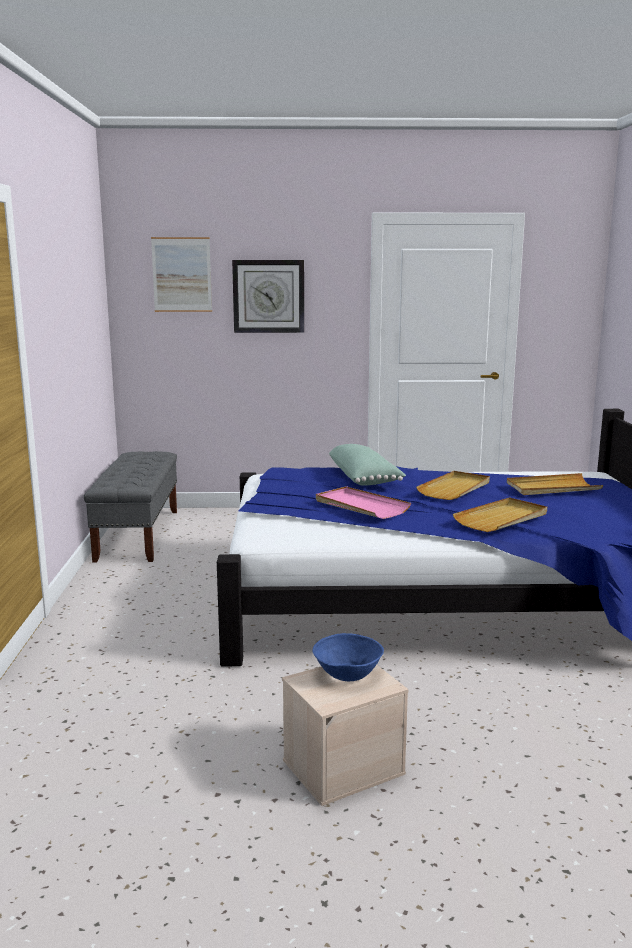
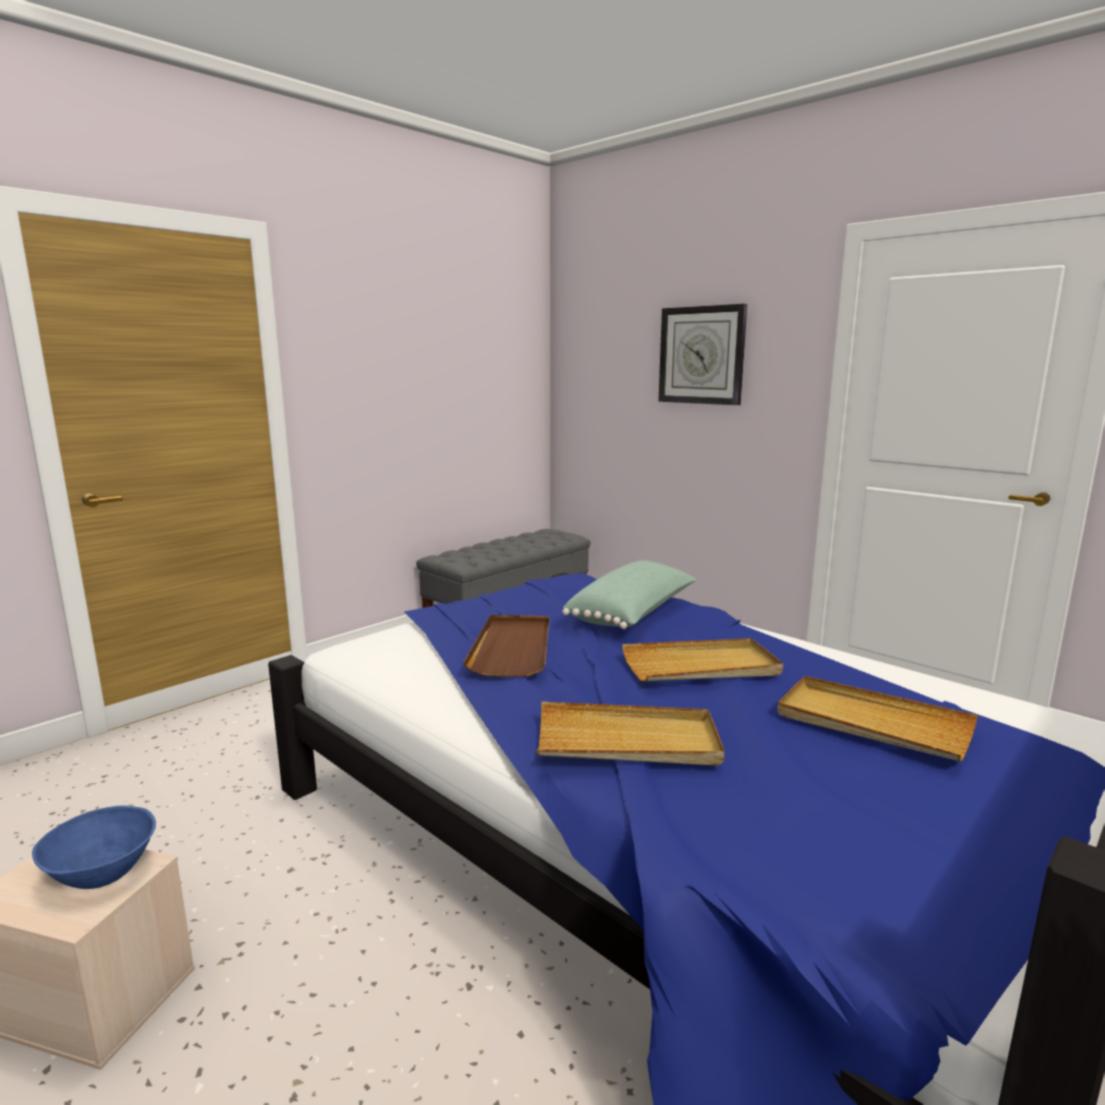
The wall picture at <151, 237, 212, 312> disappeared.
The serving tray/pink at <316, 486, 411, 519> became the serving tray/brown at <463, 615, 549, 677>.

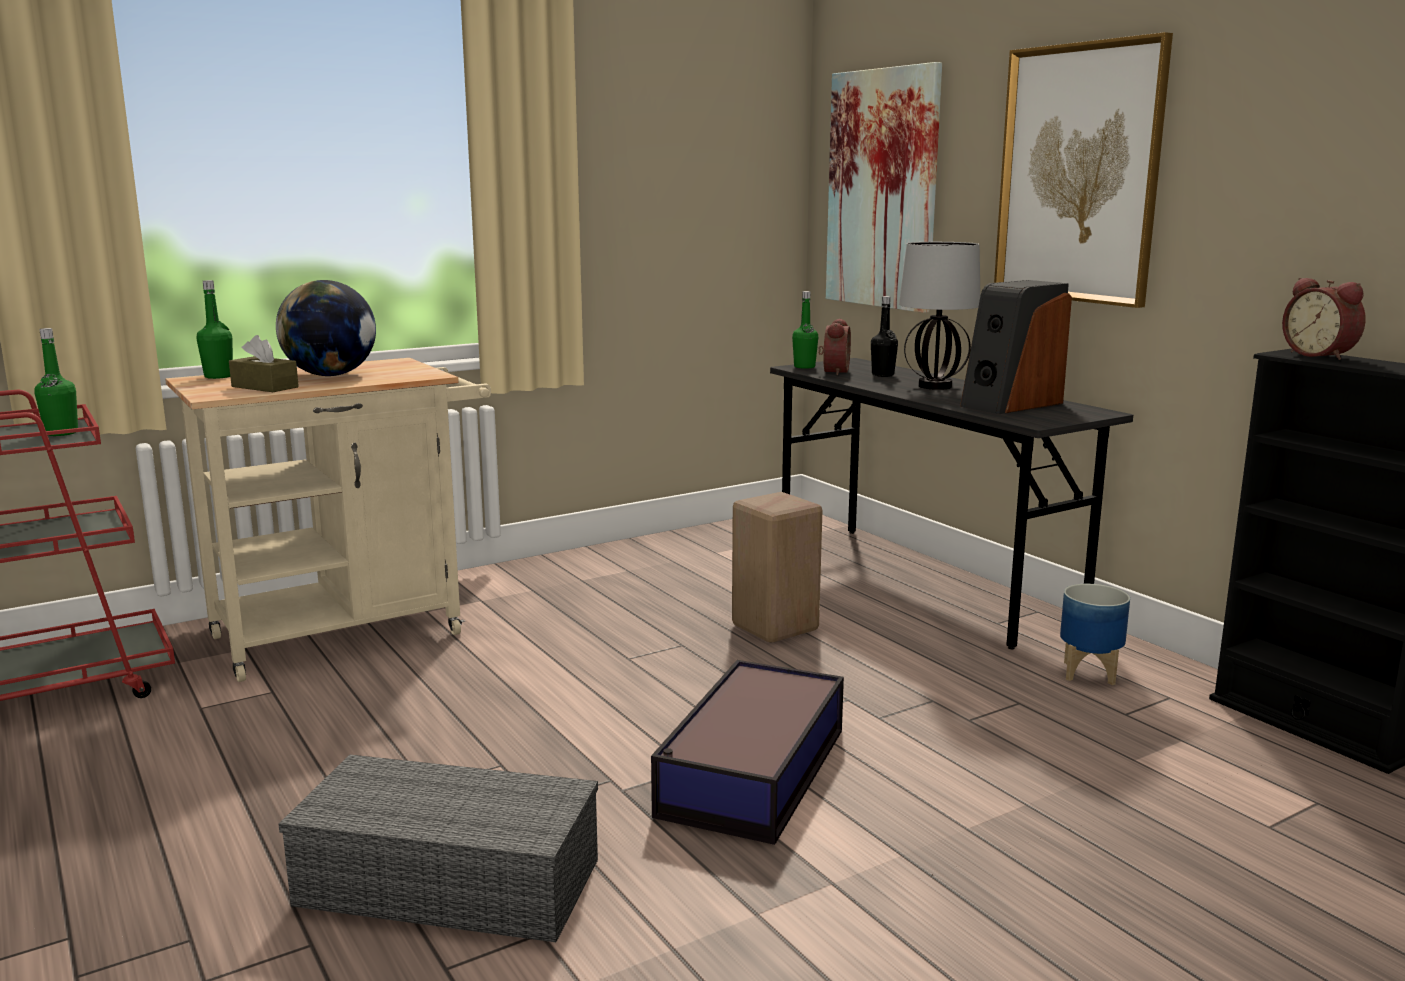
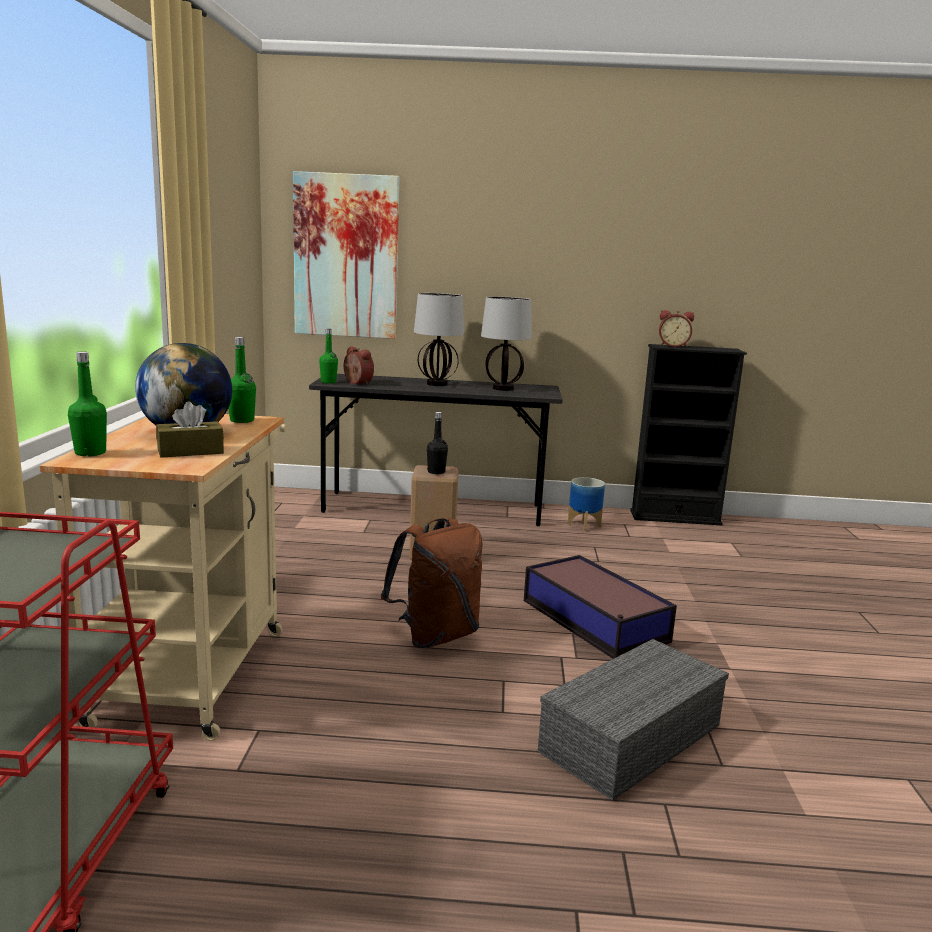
The beverage bottle/green moved from <34, 328, 78, 436> to <229, 337, 256, 423>.
The beverage bottle/blackish moved from <871, 296, 898, 377> to <427, 412, 448, 474>.
The speaker at <960, 280, 1072, 414> was replaced by the lamp for a table at <481, 296, 532, 391>.
The wall picture at <994, 32, 1173, 308> disappeared.
The backpack/brown at <381, 518, 483, 648> appeared.

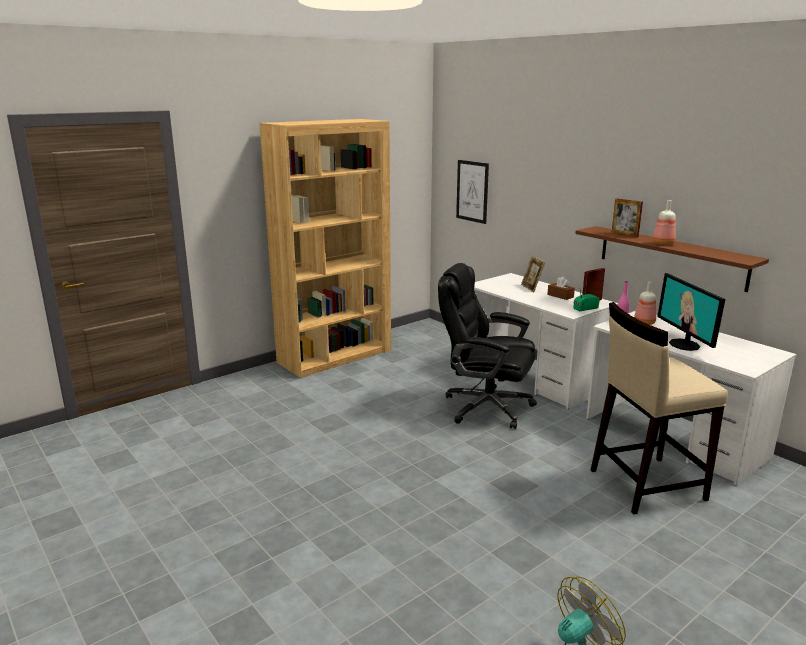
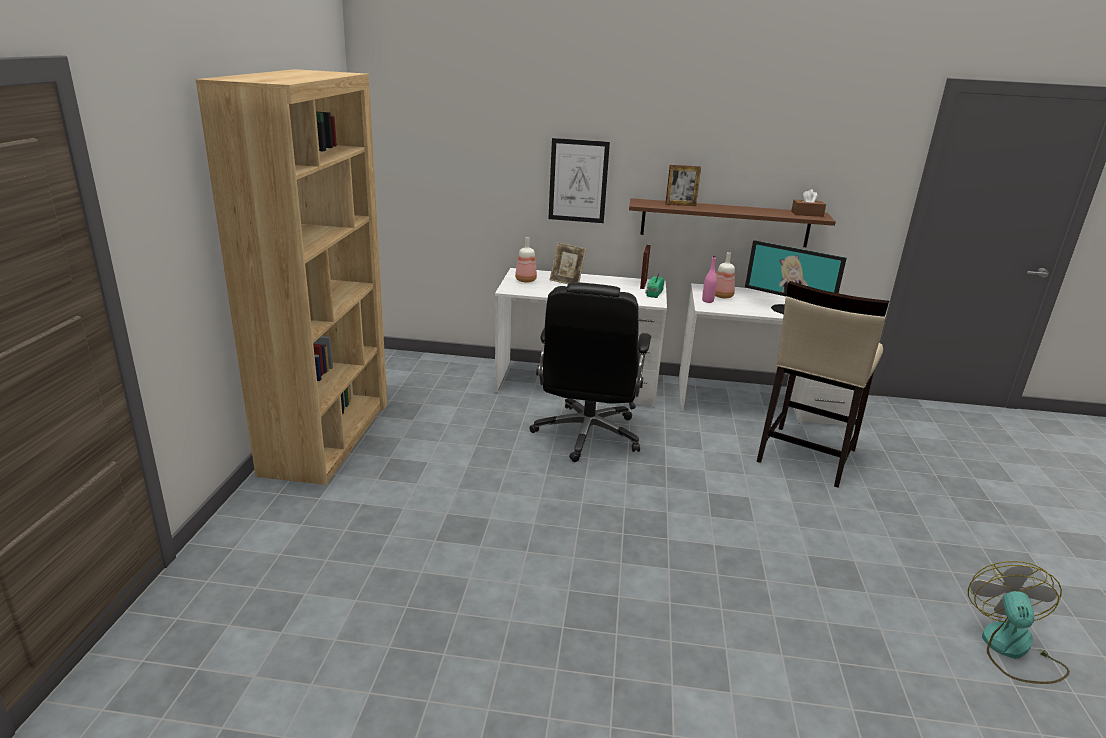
The computer chair/blackish at <438, 263, 537, 429> turned 60 degrees counterclockwise.
The wall picture moved from <456, 160, 489, 224> to <548, 138, 610, 223>.
The tissue holder/brown moved from <547, 277, 575, 300> to <791, 189, 826, 217>.
The beverage bottle moved from <652, 200, 676, 245> to <515, 237, 537, 283>.

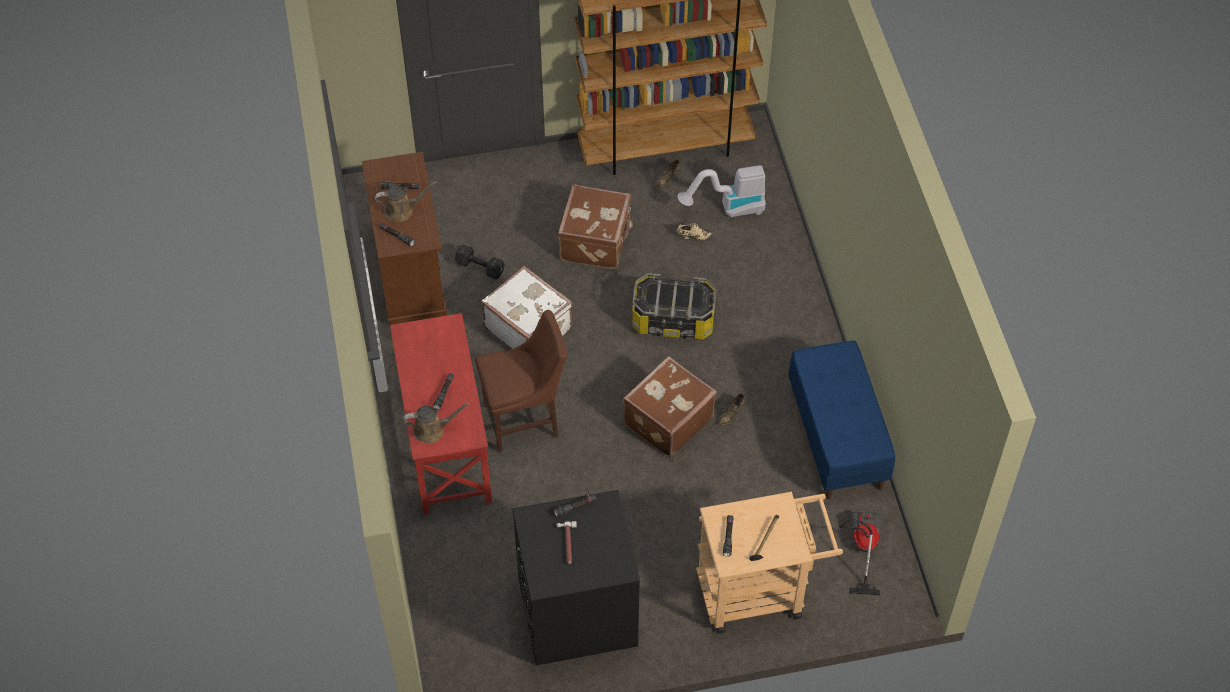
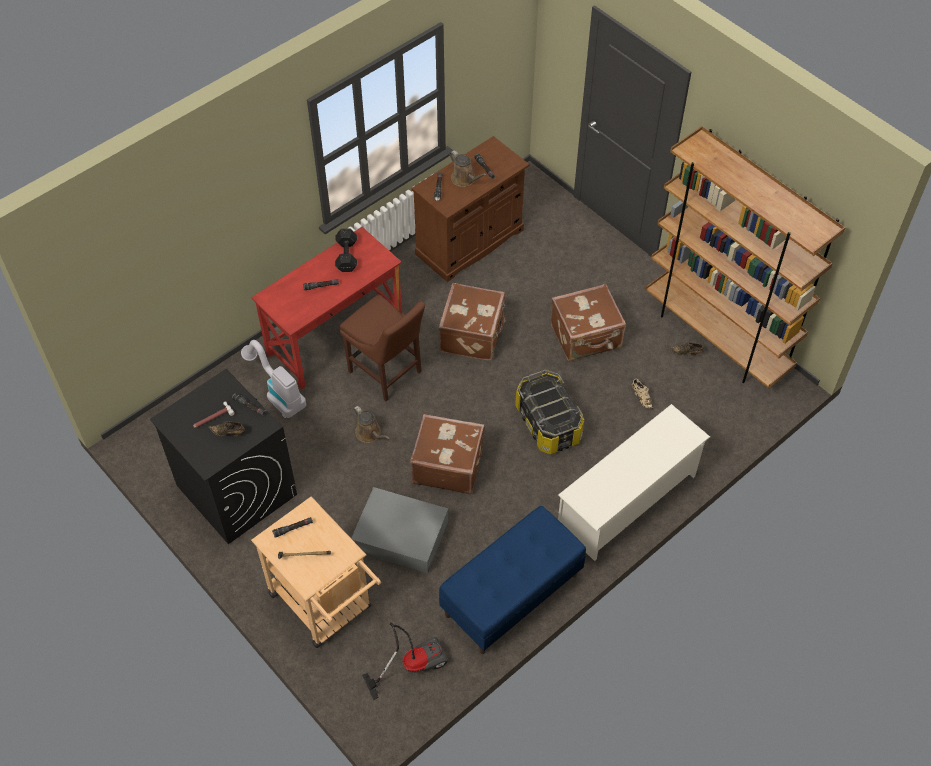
The watering can/brown moved from <403, 402, 470, 444> to <353, 406, 389, 443>.
The free weight/blackish moved from <455, 244, 505, 280> to <335, 229, 357, 272>.
The suitcase/whitish at <481, 266, 572, 349> became the suitcase/brown at <439, 283, 507, 360>.
The vacuum cleaner moved from <678, 165, 766, 217> to <241, 340, 306, 418>.
The item of footwear/brown moved from <719, 394, 745, 425> to <208, 421, 245, 436>.
The storage box/gray at <351, 487, 448, 574> appeared.
The shoe stand/whitish at <558, 404, 710, 561> appeared.

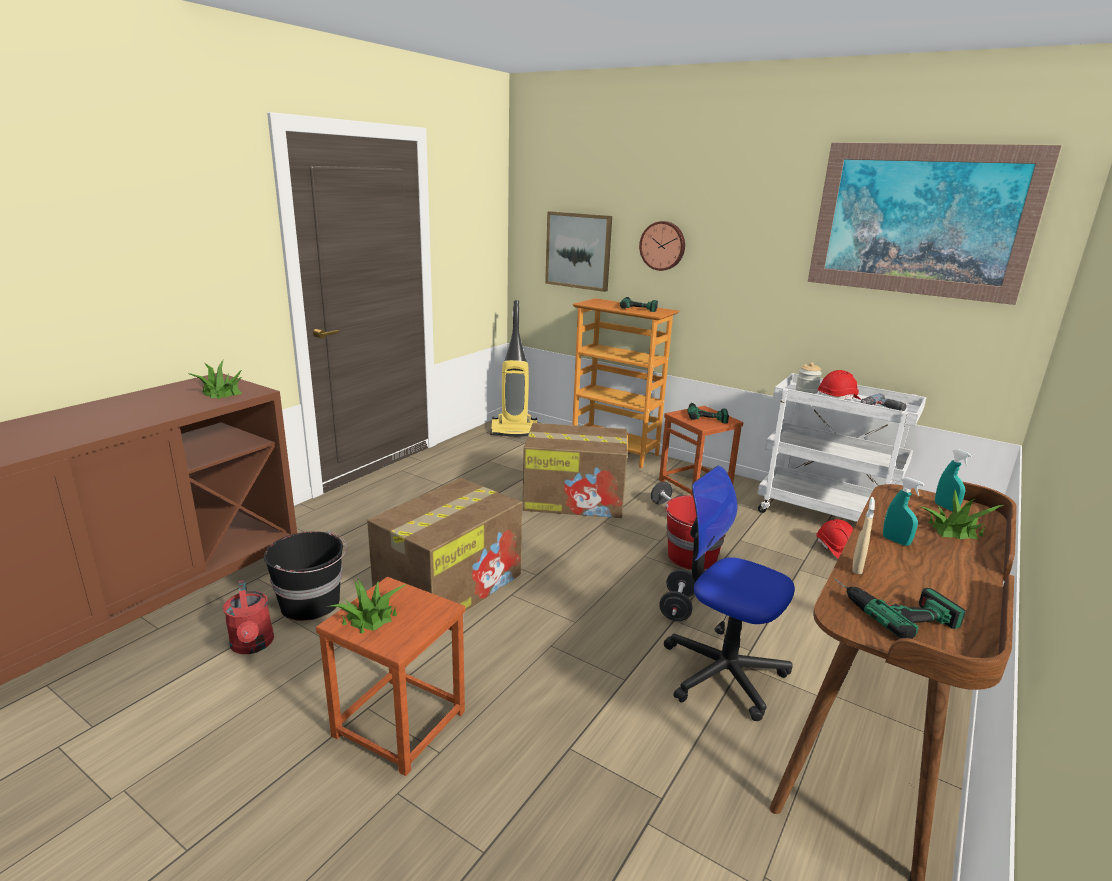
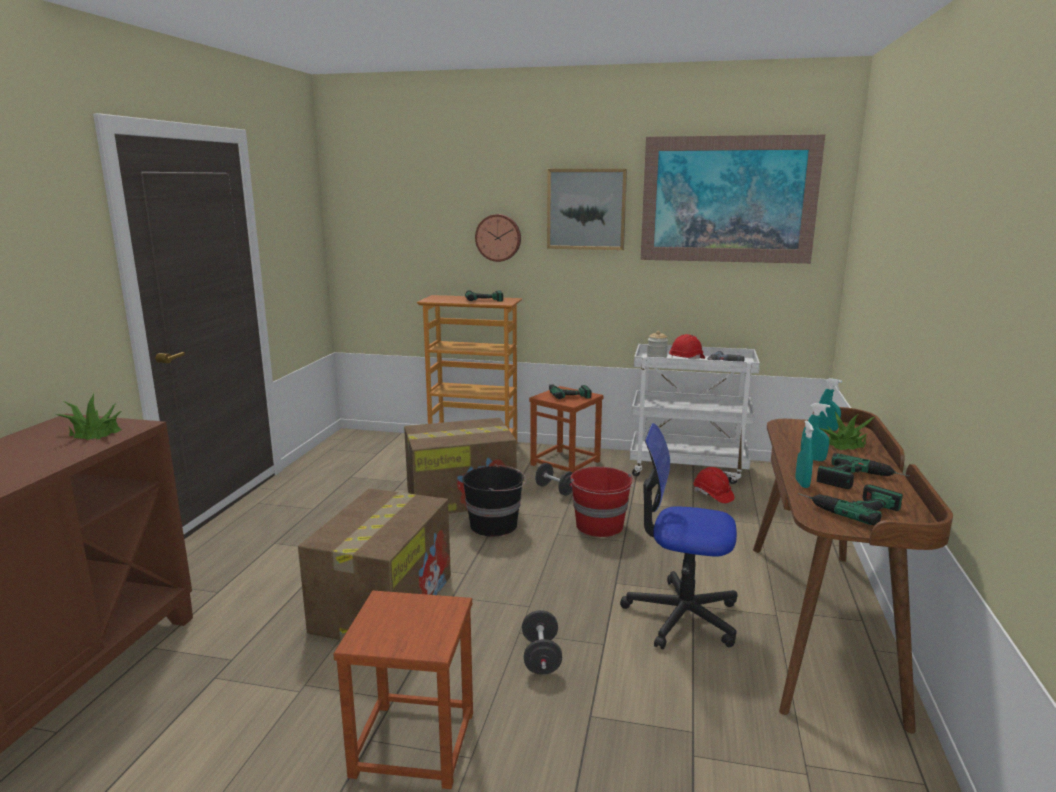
The watering can/red-coloured at <223, 580, 274, 654> disappeared.
The water bucket/blackish moved from <264, 531, 347, 621> to <462, 464, 526, 536>.
The houseplant at <331, 578, 406, 634> disappeared.
The vacuum cleaner at <490, 300, 537, 437> disappeared.
The wall picture moved from <545, 211, 612, 292> to <547, 169, 627, 250>.
The free weight/blackish moved from <659, 569, 695, 621> to <522, 610, 562, 675>.
The spray bottle/beige-coloured at <852, 497, 875, 574> became the spray bottle/turquoise-coloured at <796, 420, 814, 488>.
The electric drill at <817, 453, 909, 489> appeared.

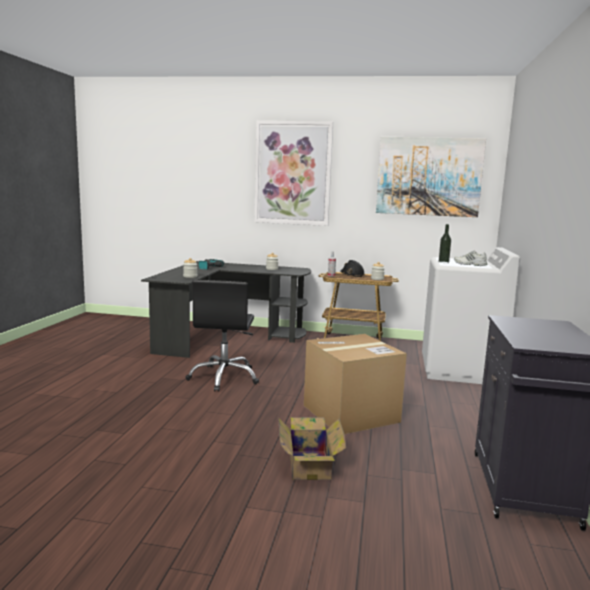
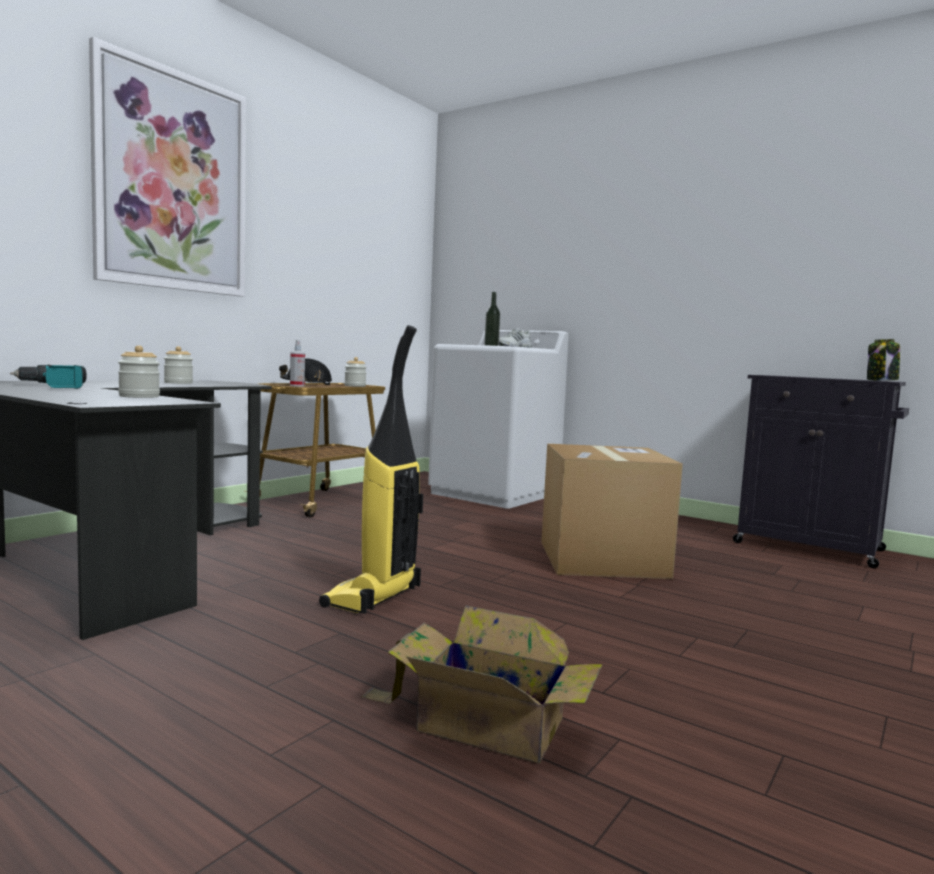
The computer chair/blackish at <186, 280, 259, 392> was replaced by the vacuum cleaner at <319, 325, 423, 614>.
The cardboard box moved from <278, 417, 346, 480> to <361, 605, 603, 764>.
The wall picture at <376, 137, 486, 217> disappeared.
The jar at <867, 339, 900, 381> appeared.

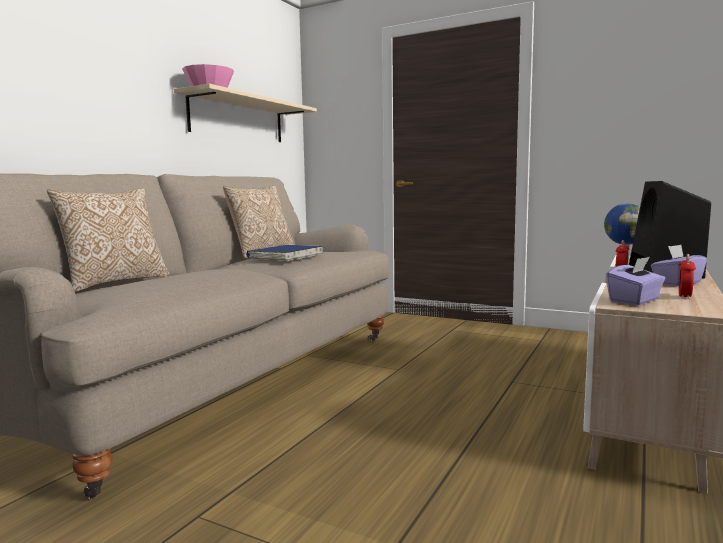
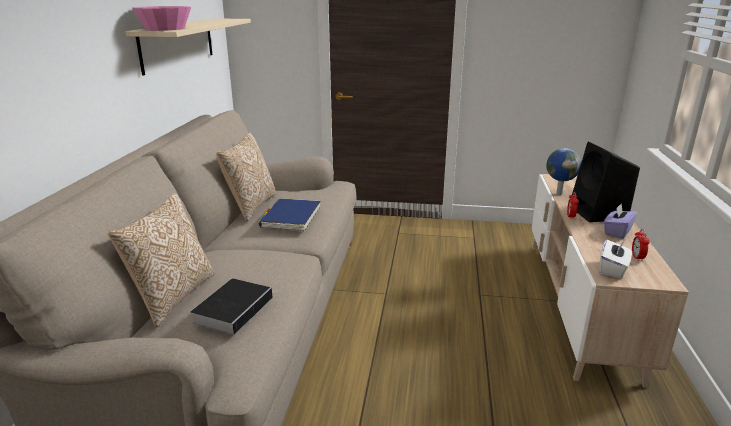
The tissue holder/purple-coloured at <606, 257, 665, 306> became the tissue holder/whitish at <600, 240, 632, 278>.
The volume at <191, 279, 275, 335> appeared.

